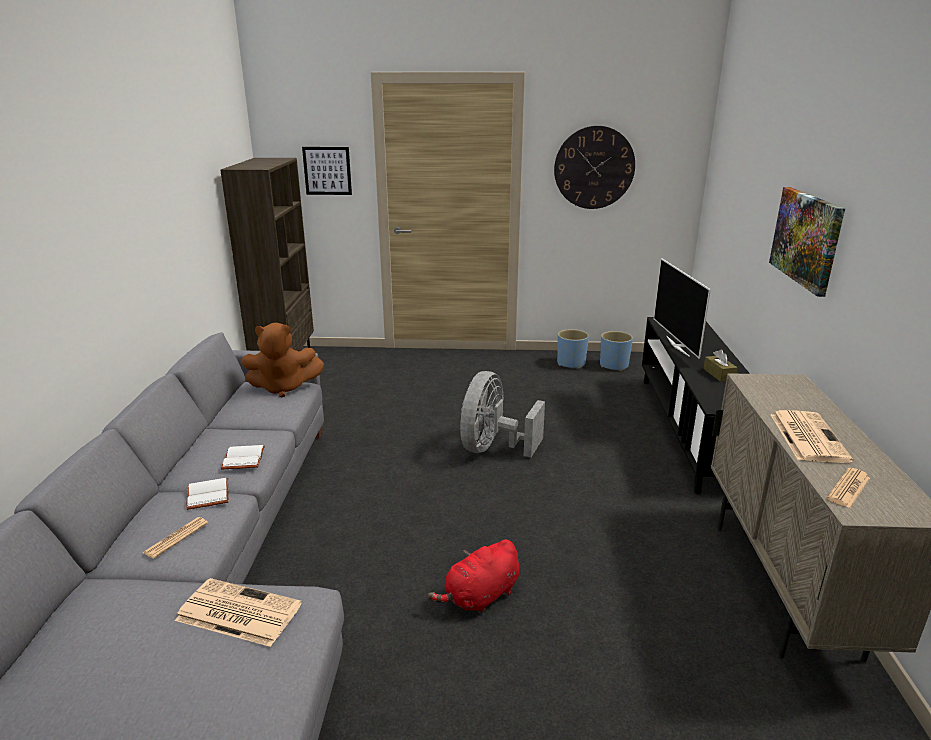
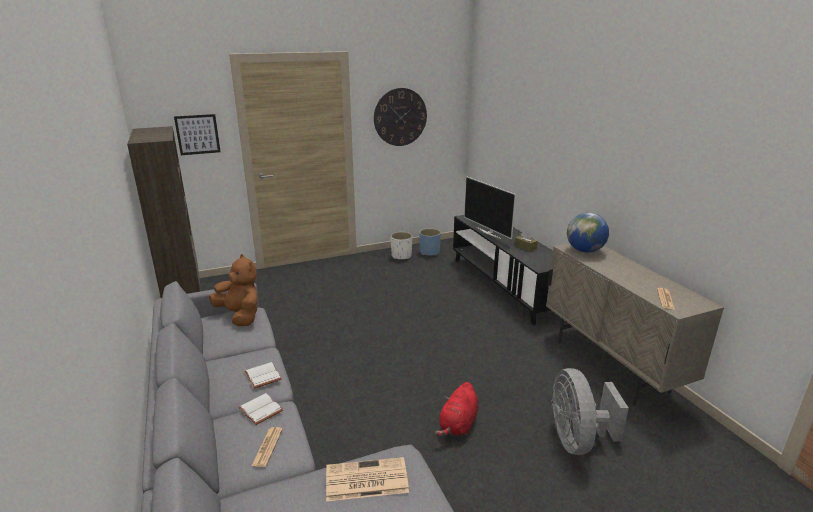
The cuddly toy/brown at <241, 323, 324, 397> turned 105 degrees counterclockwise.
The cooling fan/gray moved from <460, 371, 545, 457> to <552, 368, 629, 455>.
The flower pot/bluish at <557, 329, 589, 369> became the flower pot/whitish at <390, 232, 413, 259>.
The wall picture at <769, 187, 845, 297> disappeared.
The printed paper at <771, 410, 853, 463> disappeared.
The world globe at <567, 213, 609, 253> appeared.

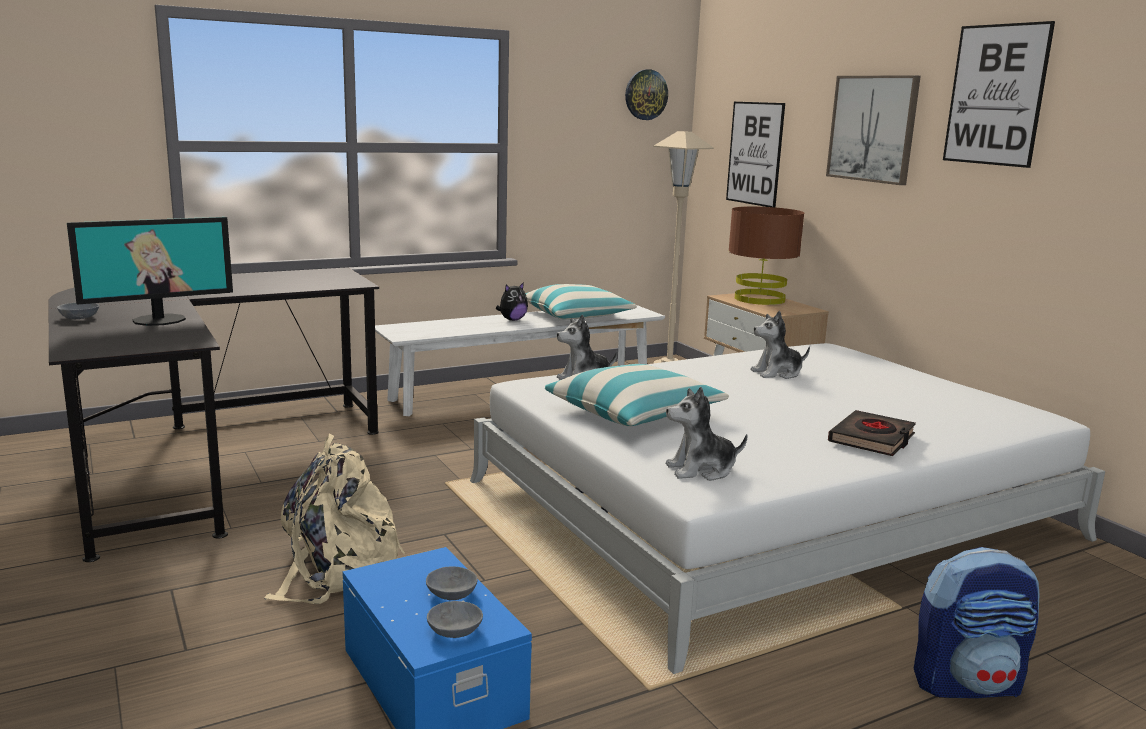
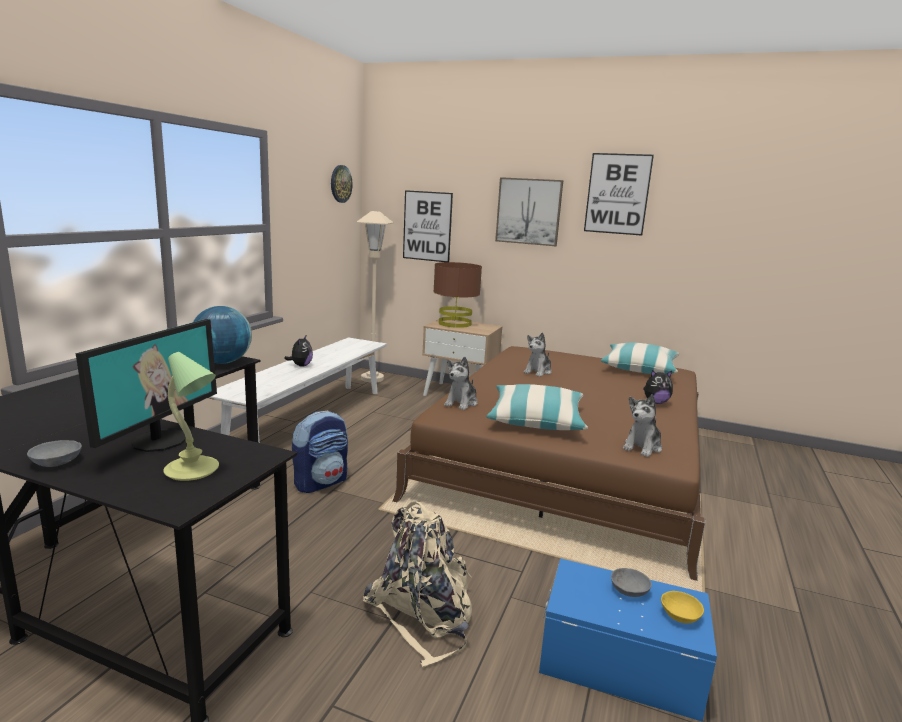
The serving bowl/gray at <427, 601, 483, 638> became the serving bowl/yellow-coloured at <661, 591, 704, 623>.
The bed/whitish at <470, 343, 1105, 674> became the bed/brown at <393, 346, 705, 581>.
The cushion moved from <525, 284, 637, 320> to <601, 343, 679, 374>.
The volume/blackish at <828, 410, 916, 456> was replaced by the cuddly toy at <643, 370, 673, 404>.
The backpack moved from <914, 547, 1040, 698> to <292, 410, 348, 493>.
The lamp for a table at <163, 352, 219, 481> appeared.
The world globe at <193, 306, 252, 364> appeared.

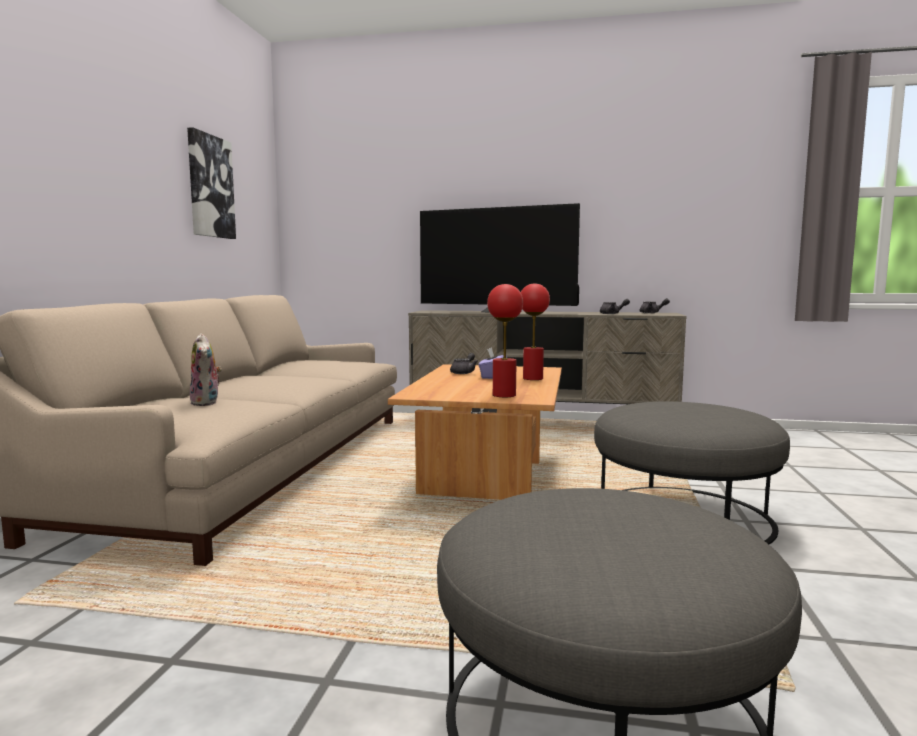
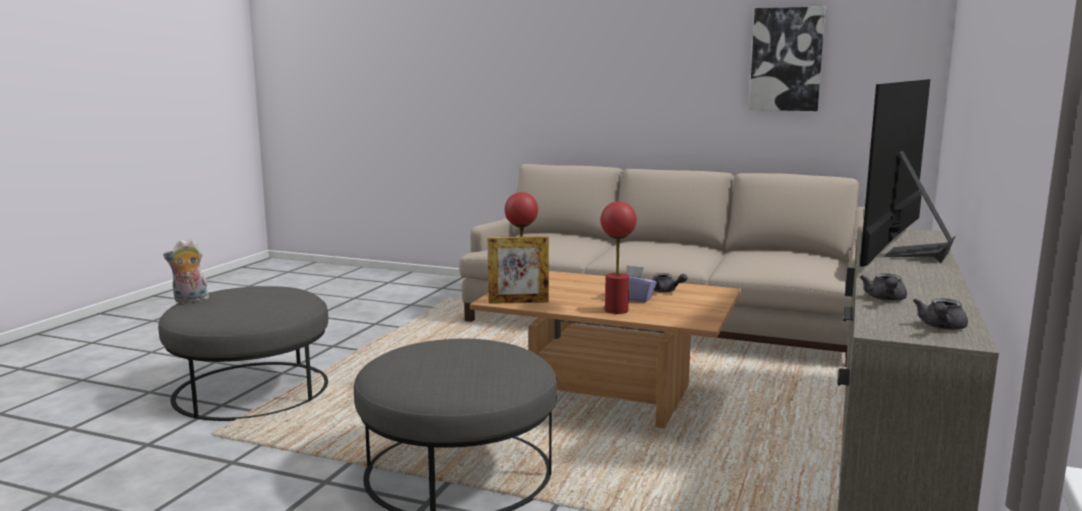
The cuddly toy moved from <190, 333, 222, 406> to <163, 239, 209, 303>.
The standing frame at <488, 236, 549, 304> appeared.

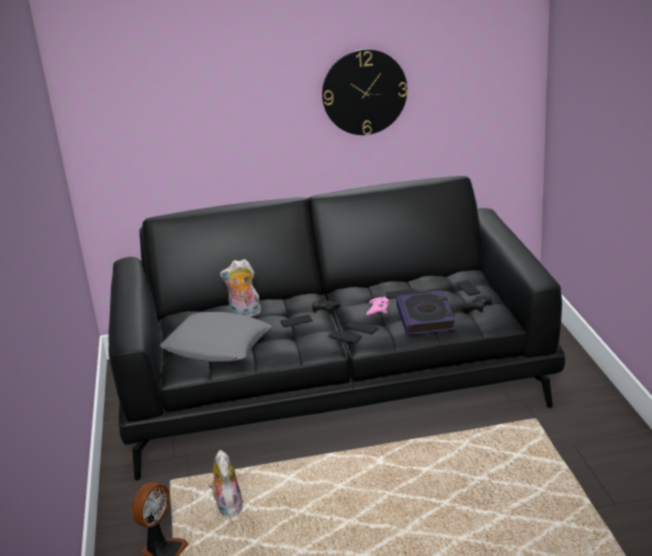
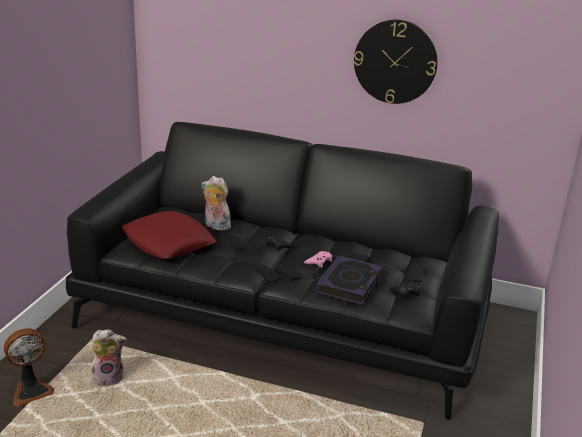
The cushion/gray at <160, 312, 271, 362> became the cushion/red-coloured at <122, 211, 216, 259>.
The cuddly toy at <209, 450, 243, 517> turned 60 degrees clockwise.

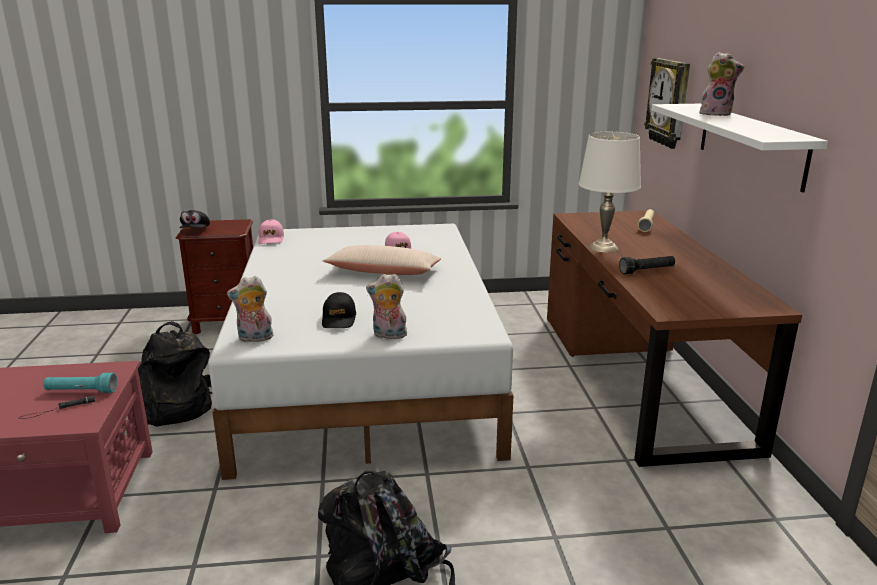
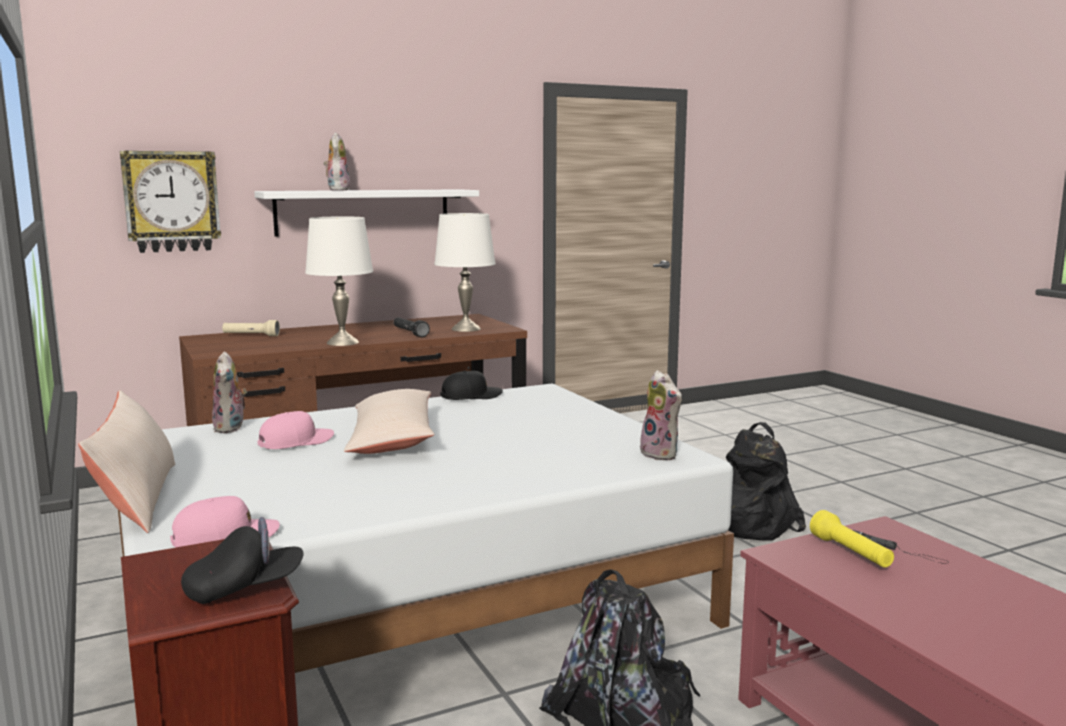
The flashlight/turquoise-coloured at <43, 373, 117, 393> became the flashlight/yellow-coloured at <810, 510, 894, 568>.
The peaked cap/blackish moved from <322, 292, 356, 328> to <440, 371, 503, 400>.
The cuddly toy moved from <366, 274, 407, 339> to <212, 352, 247, 433>.
The cushion/beige-coloured at <78, 390, 175, 533> appeared.
The lamp for a table/whitish at <434, 213, 496, 332> appeared.

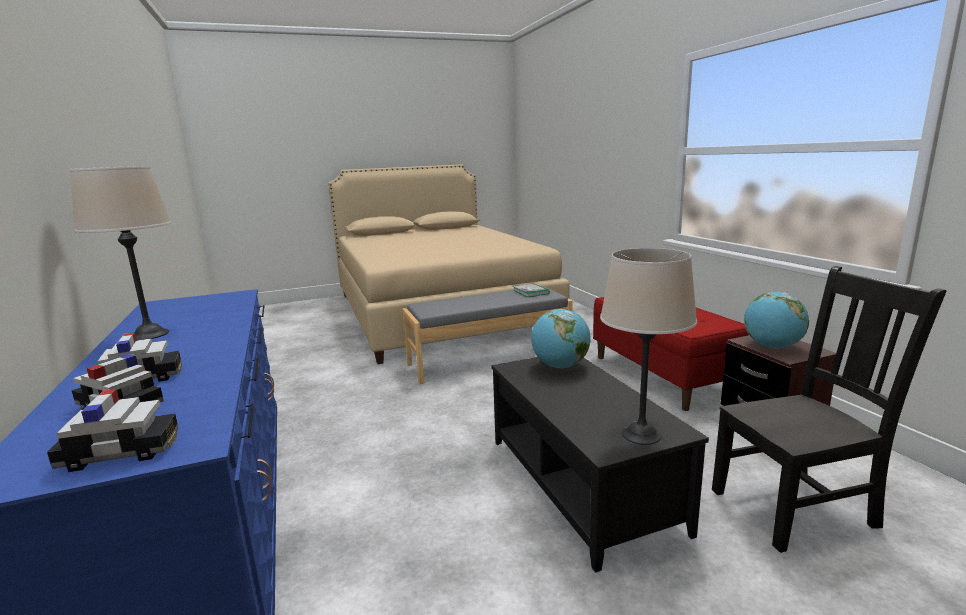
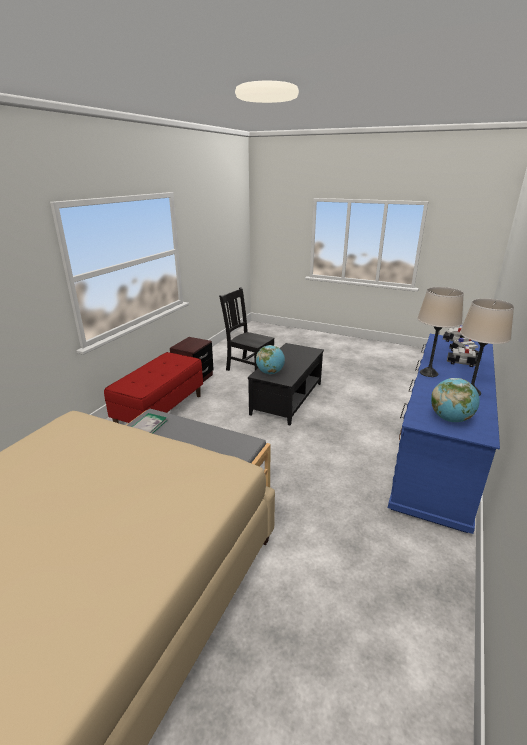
The lamp for a table/beige-coloured moved from <600, 248, 697, 445> to <417, 287, 464, 377>.
The world globe moved from <744, 292, 809, 348> to <431, 378, 480, 422>.

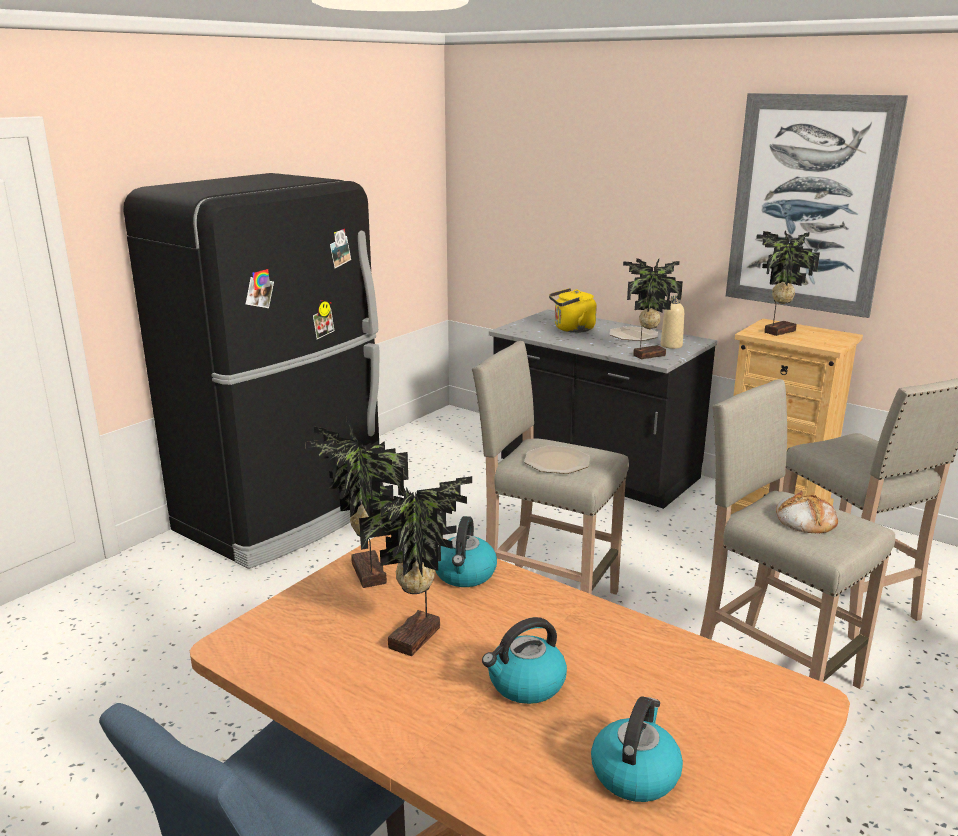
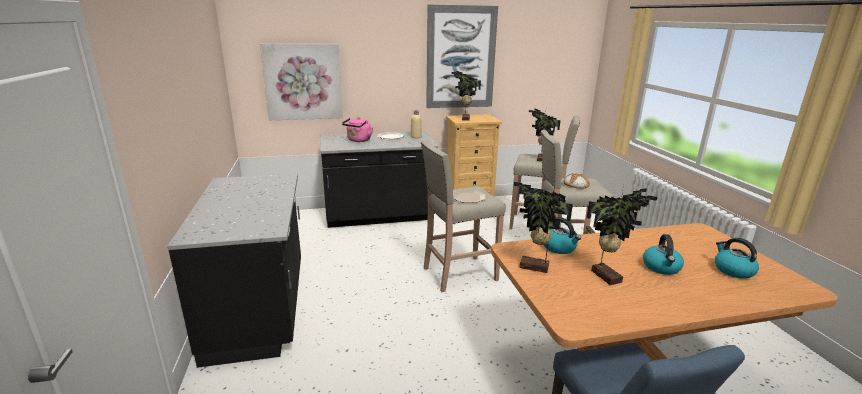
The refrigerator/blackish at <123, 173, 384, 569> was replaced by the kitchen base unit/blackish at <167, 174, 301, 368>.
The kettle/yellow-coloured at <549, 288, 597, 333> became the kettle/pink at <342, 117, 373, 142>.
The houseplant moved from <623, 258, 683, 359> to <529, 108, 561, 162>.
The wall picture at <260, 44, 343, 120> appeared.

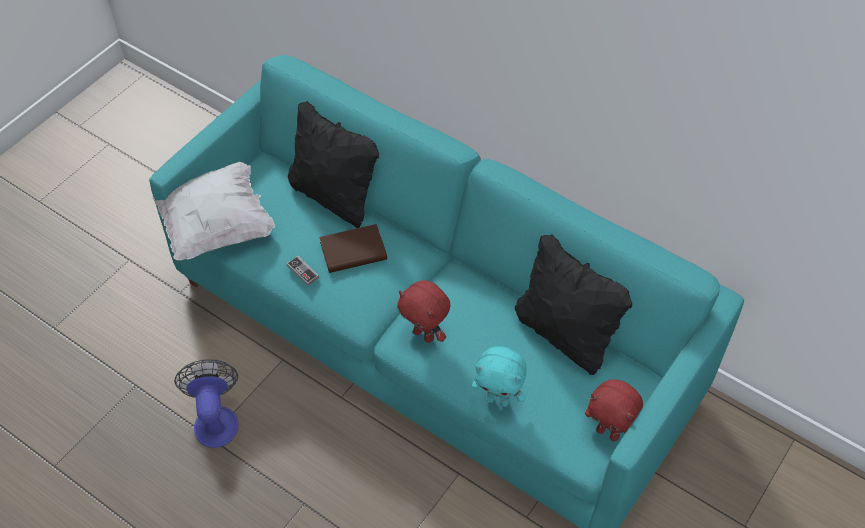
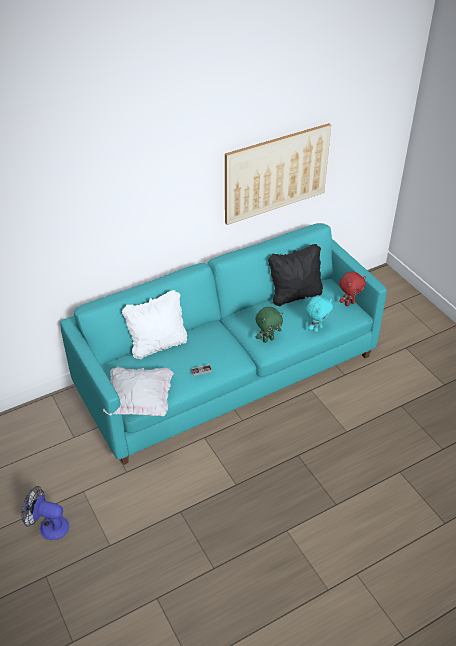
The cooling fan moved from <174, 359, 238, 448> to <21, 486, 69, 540>.
The cushion/blackish at <288, 101, 379, 228> became the cushion/whitish at <122, 290, 187, 359>.
The volume/brown at <319, 224, 387, 273> disappeared.
The cuddly toy/red-coloured at <397, 280, 450, 343> became the cuddly toy/green at <256, 307, 283, 343>.
The wall picture at <225, 123, 331, 225> appeared.

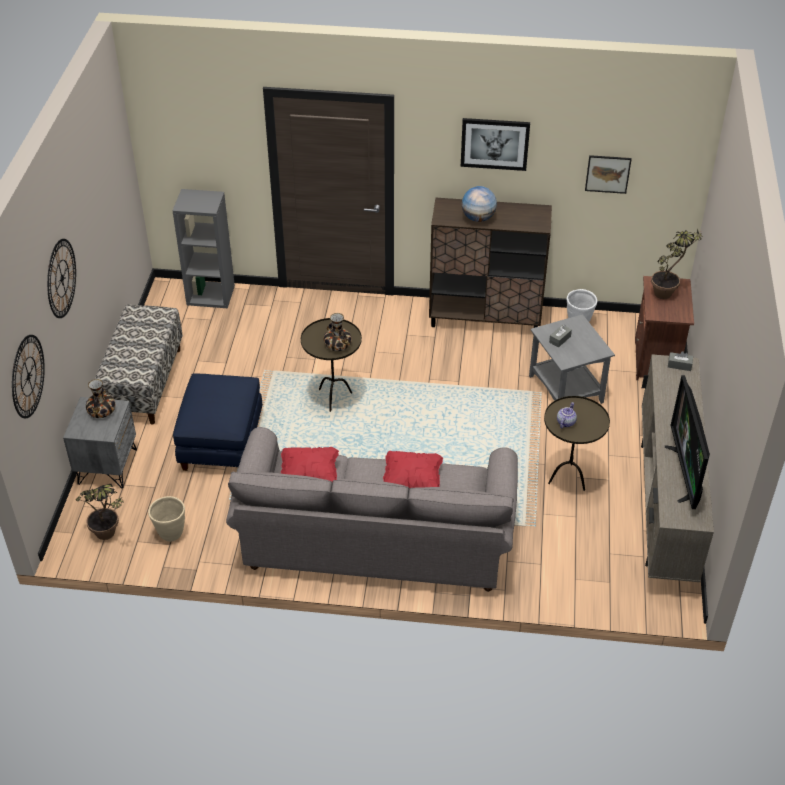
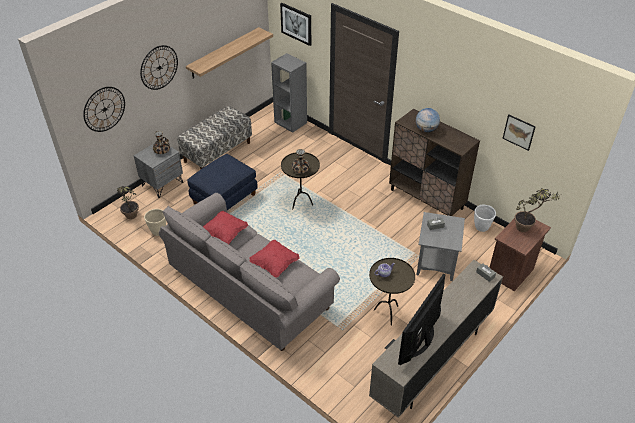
The wall picture moved from <461, 118, 530, 171> to <280, 3, 311, 46>.
The shelf at <186, 27, 273, 79> appeared.

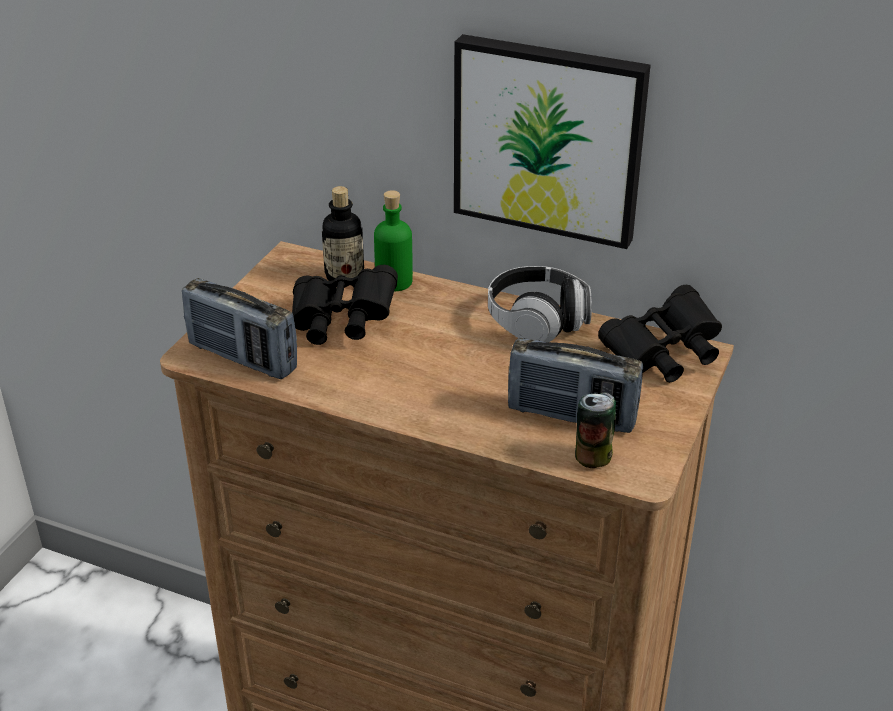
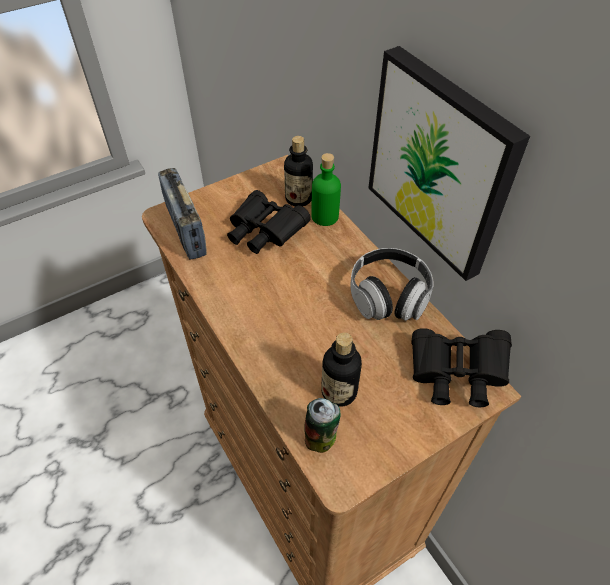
The radio receiver at <508, 338, 643, 433> was replaced by the beverage bottle at <321, 333, 362, 407>.

